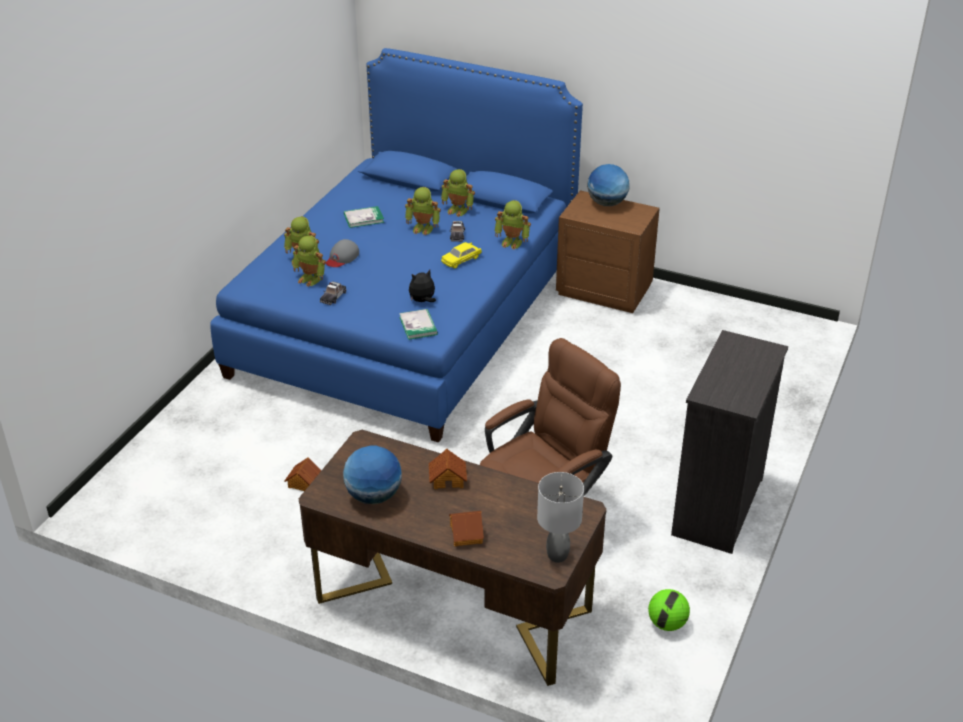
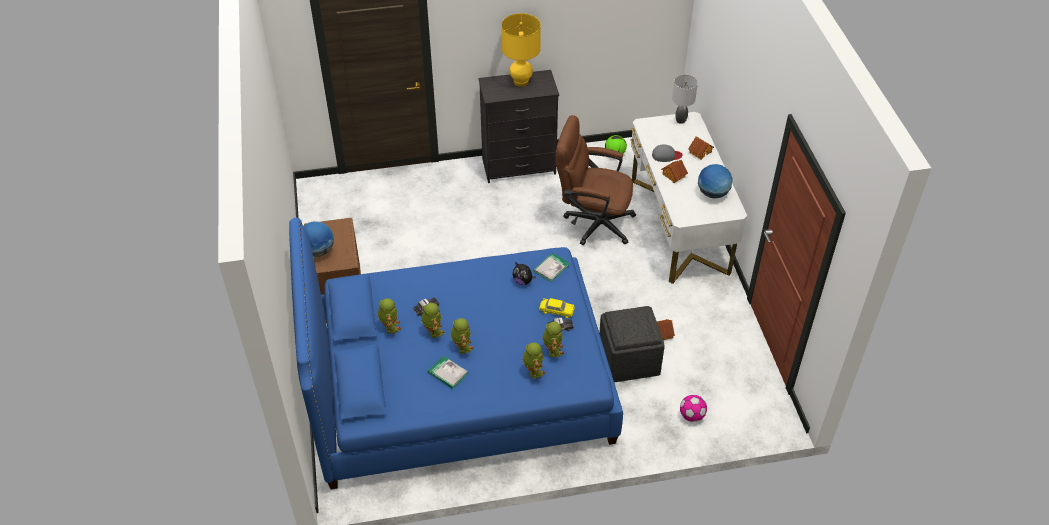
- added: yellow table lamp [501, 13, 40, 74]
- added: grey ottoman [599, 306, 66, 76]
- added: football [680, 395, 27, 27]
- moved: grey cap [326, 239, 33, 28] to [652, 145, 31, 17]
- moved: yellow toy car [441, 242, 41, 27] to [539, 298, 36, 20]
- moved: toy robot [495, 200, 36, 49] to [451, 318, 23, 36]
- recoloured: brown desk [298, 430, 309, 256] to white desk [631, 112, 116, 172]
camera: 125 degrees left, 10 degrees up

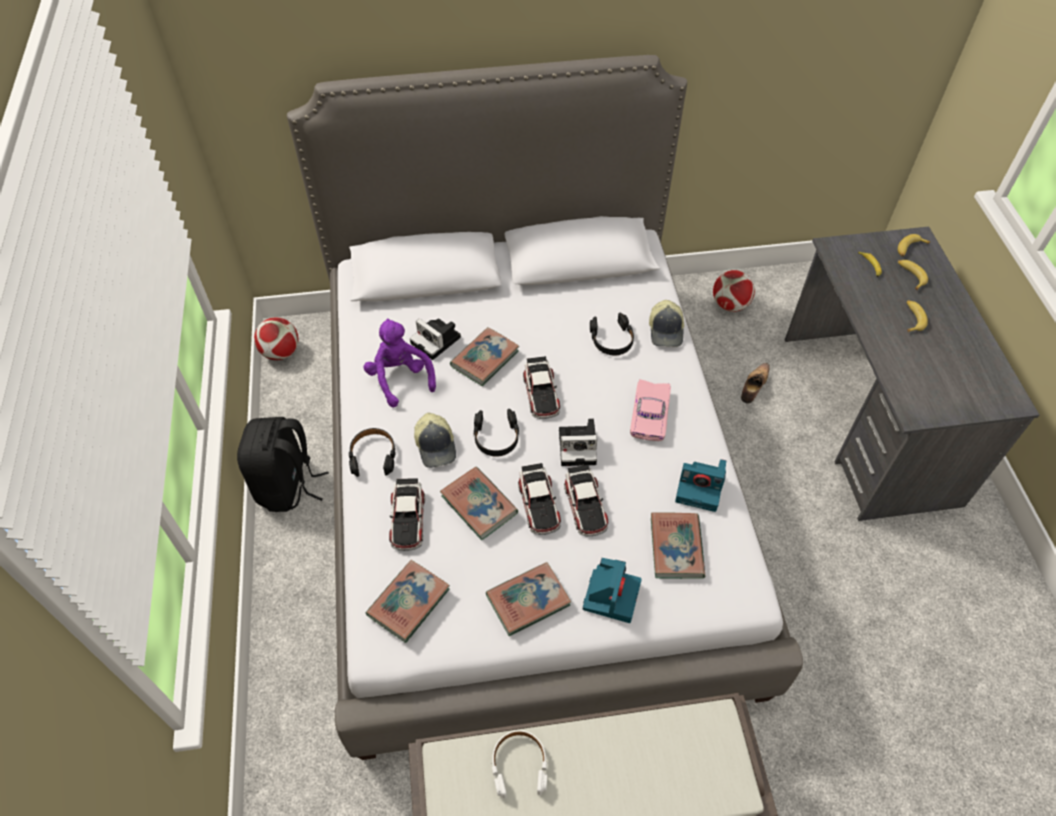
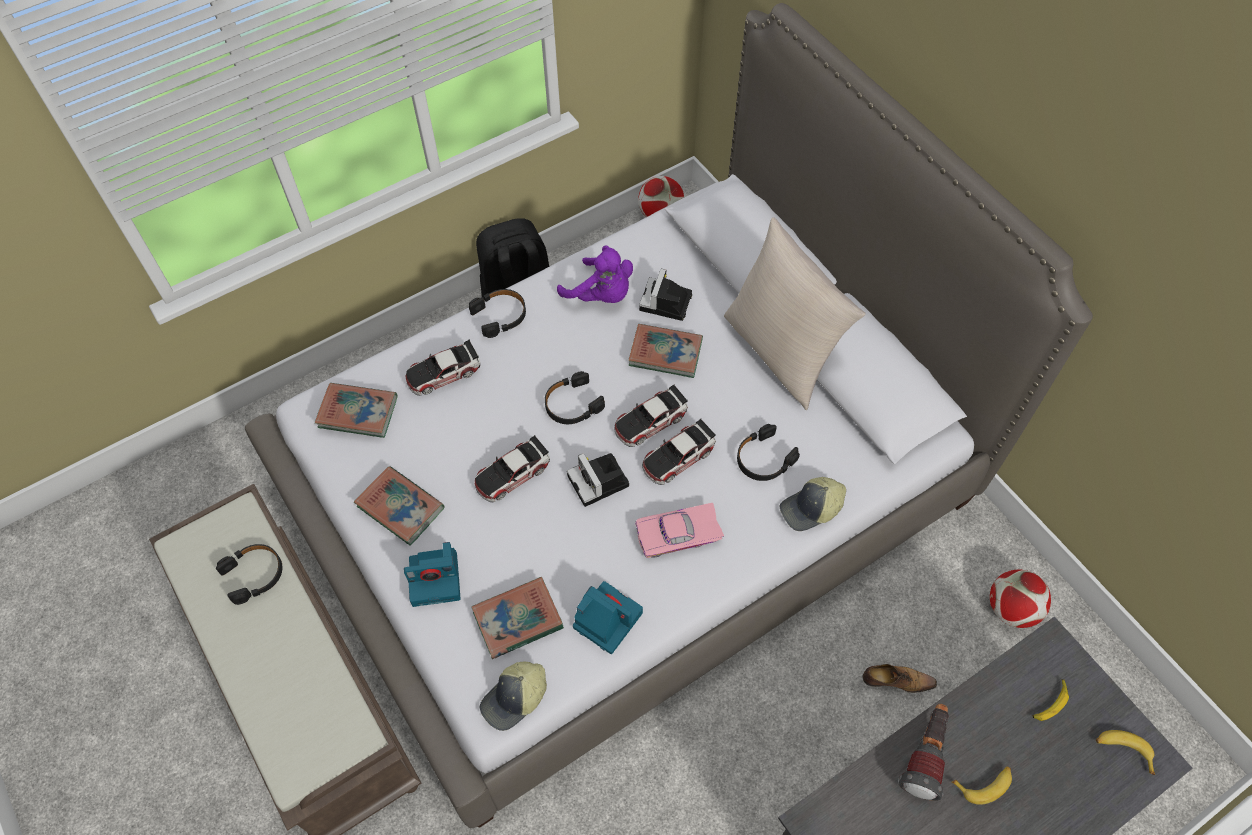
- removed: book [440, 467, 78, 73]
- removed: banana [898, 260, 30, 30]
- added: beige pillow [724, 217, 142, 193]
- added: flashlight [898, 703, 51, 98]
- moved: cap [414, 413, 42, 55] to [480, 662, 67, 69]
- moved: toy car [564, 465, 44, 72] to [642, 419, 74, 66]
- recoloured: white headphones [492, 730, 55, 68] to black headphones [216, 544, 67, 61]
- turned: purple plush toy [364, 318, 72, 89] = [557, 245, 76, 58] 90 degrees clockwise
- turned: photo camera [675, 459, 51, 53] = [573, 581, 70, 73] 135 degrees clockwise
camera: 65 degrees right, 5 degrees up

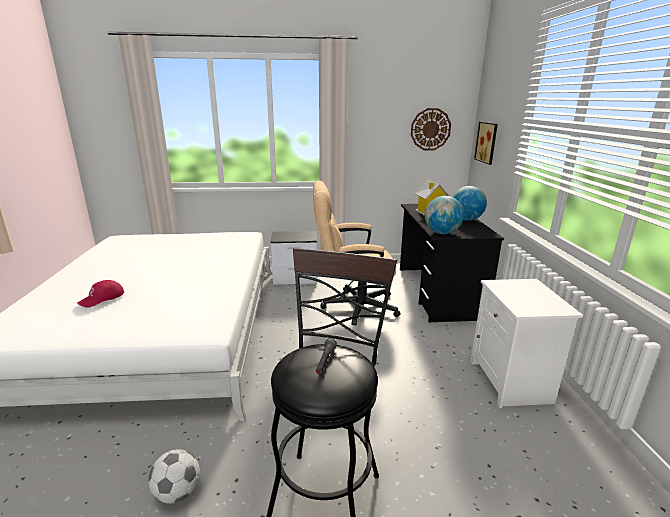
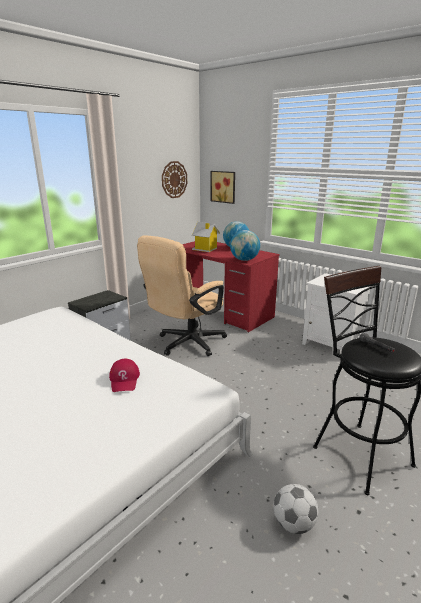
- moved: red cap [77, 280, 47, 28] to [109, 359, 31, 33]
- recoloured: black desk [400, 204, 104, 119] to red desk [182, 241, 98, 92]
camera: 45 degrees left, 0 degrees up

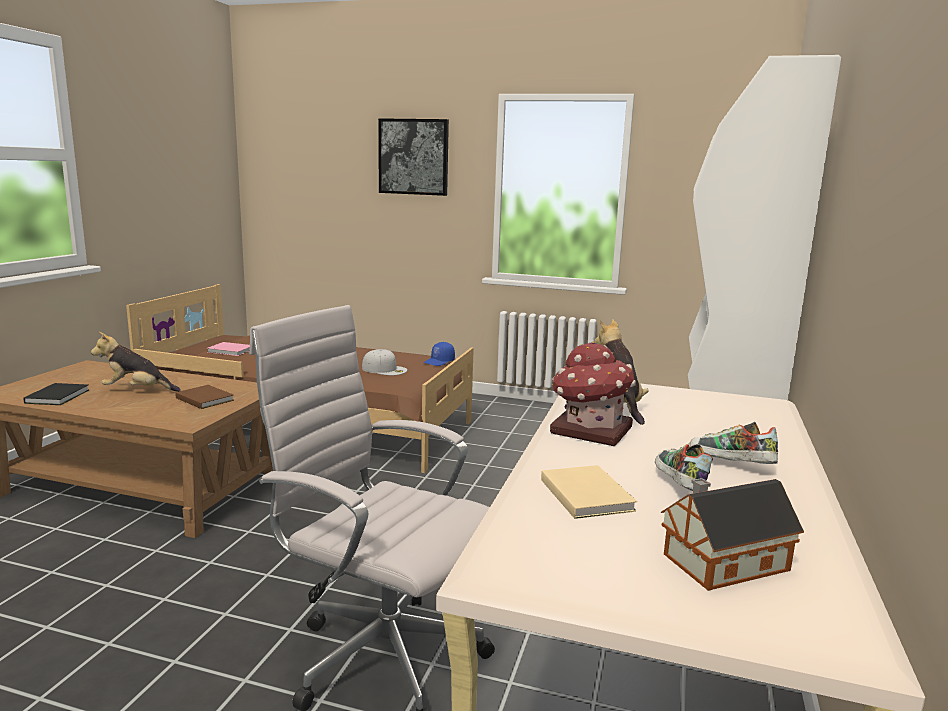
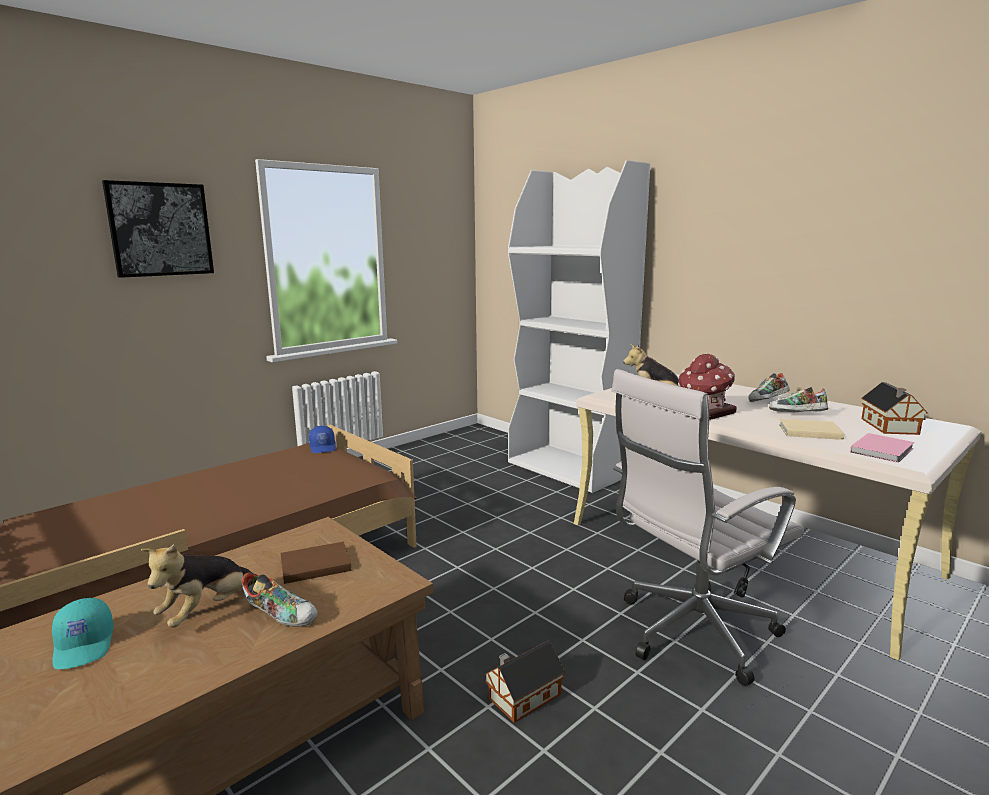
- removed: black book [23, 383, 66, 22]
- removed: white cap [362, 349, 45, 26]
- added: turquoise cap [52, 598, 62, 71]
- added: shoe [241, 572, 77, 55]
- added: toy house [484, 641, 81, 82]
- moved: pink book [207, 342, 43, 14] to [850, 433, 64, 30]
camera: 60 degrees left, 0 degrees up

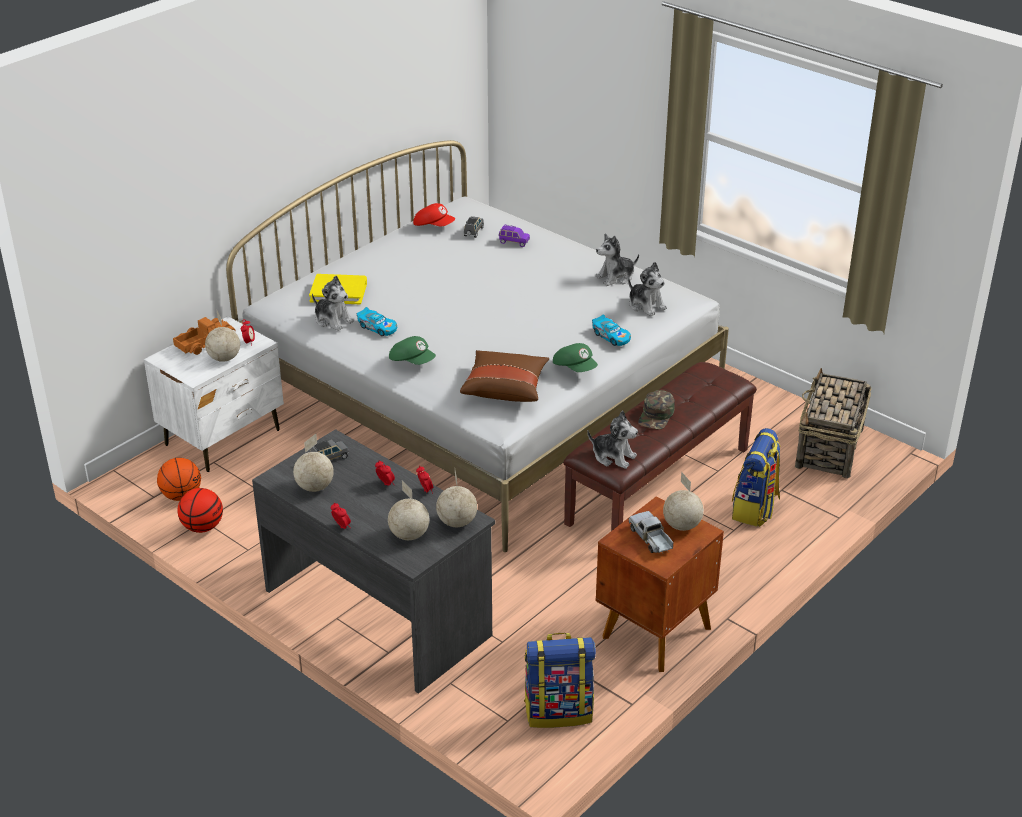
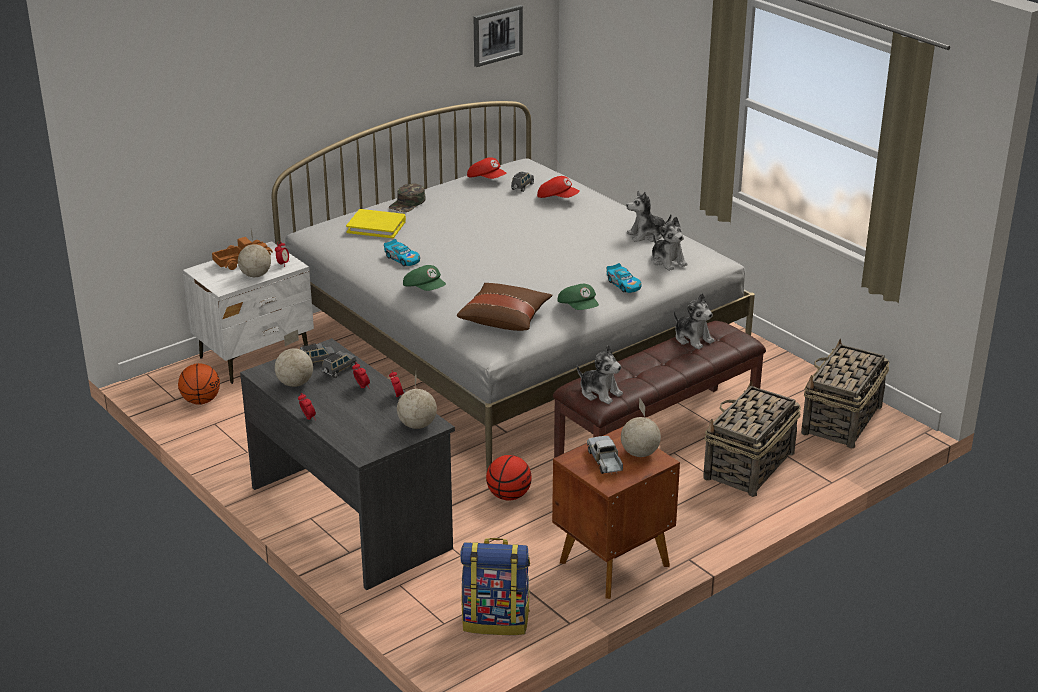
- removed: globe [388, 481, 41, 59]
- added: grey toy car [322, 351, 35, 27]
- added: picture [474, 5, 49, 62]
- moved: basketball [177, 488, 46, 45] to [486, 455, 46, 46]
- moved: plush toy [312, 275, 42, 56] to [674, 294, 40, 55]
- moved: green cap [638, 390, 37, 40] to [389, 183, 37, 29]
- replaced: purple toy car [499, 225, 31, 22] to red cap [537, 176, 43, 22]
- replaced: backpack [732, 428, 49, 99] to basket [703, 380, 98, 117]
camera: 10 degrees right, 5 degrees down

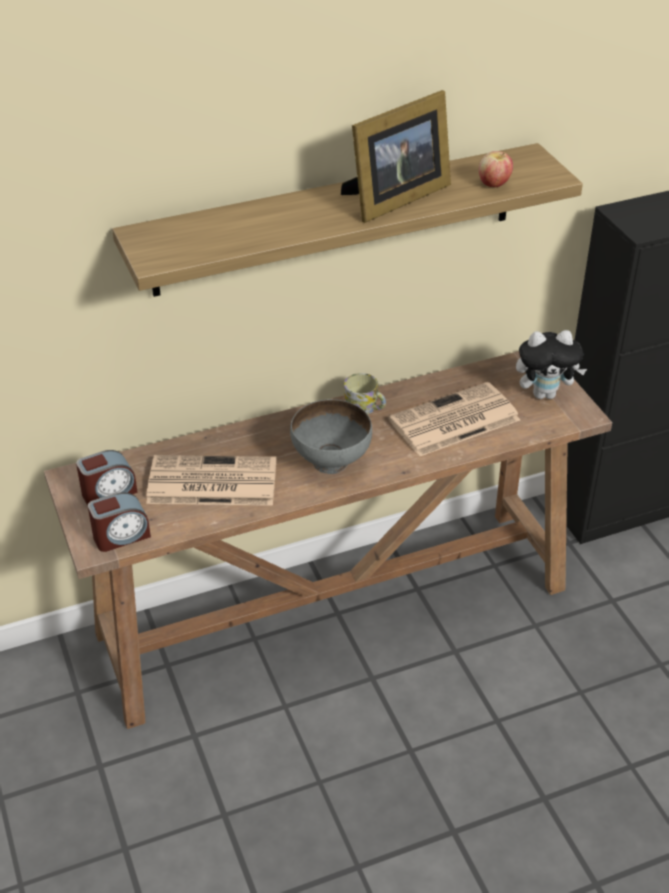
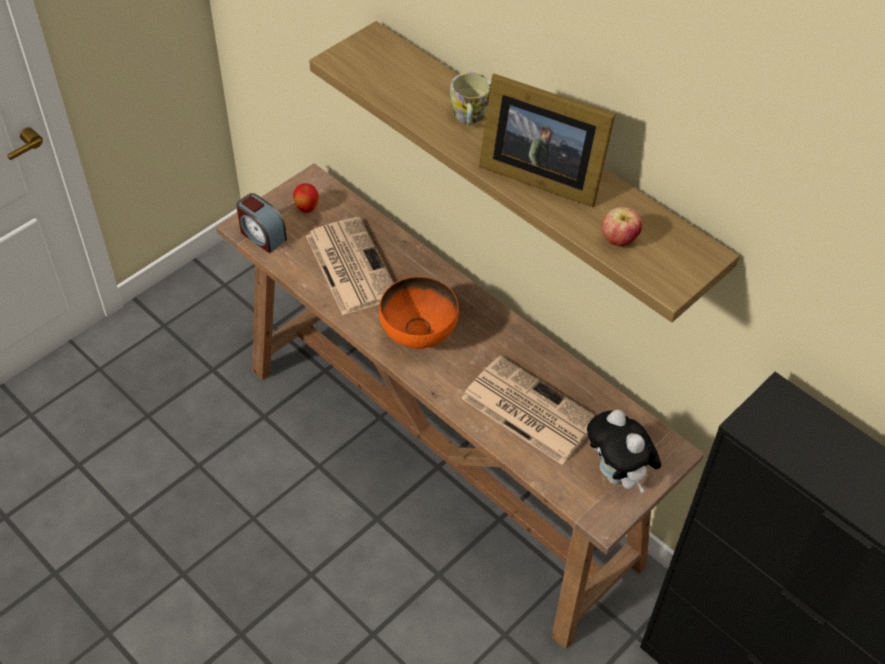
- moved: mug [344, 373, 42, 41] to [450, 72, 41, 53]
- replaced: alarm clock [76, 450, 62, 55] to apple [293, 183, 26, 30]
- recoloured: grey bowl [290, 399, 82, 75] to orange bowl [379, 277, 80, 72]
camera: 65 degrees right, 10 degrees up

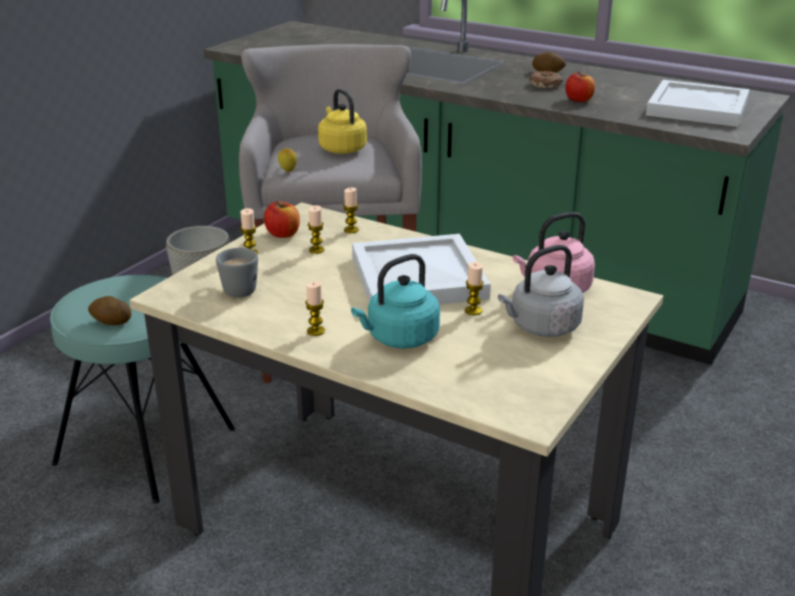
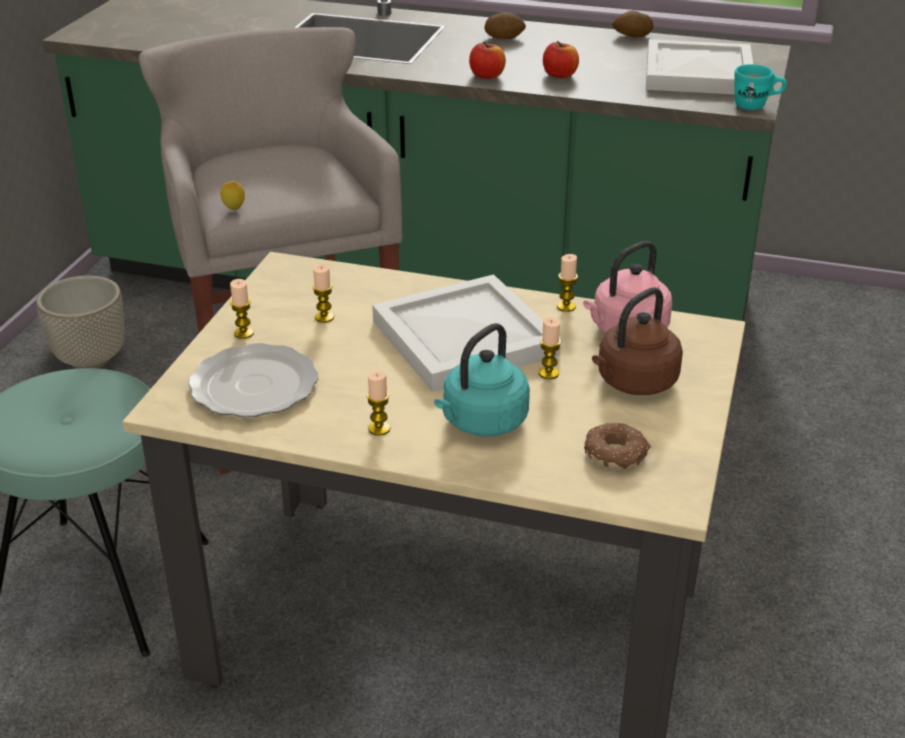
- removed: yellow kettle [318, 89, 49, 65]
- added: turquoise mug [735, 64, 52, 46]
- moved: potato [88, 296, 43, 29] to [612, 10, 41, 28]
- moved: apple [264, 201, 36, 37] to [469, 42, 37, 37]
- moved: candle [343, 187, 16, 46] to [557, 254, 21, 58]
- moved: donut [529, 71, 34, 17] to [584, 422, 67, 47]
- replaced: grey mug [216, 248, 42, 50] to plate [188, 343, 131, 74]
- recoloured: grey kettle [498, 245, 86, 92] to brown kettle [592, 287, 91, 108]
camera: 15 degrees left, 5 degrees up

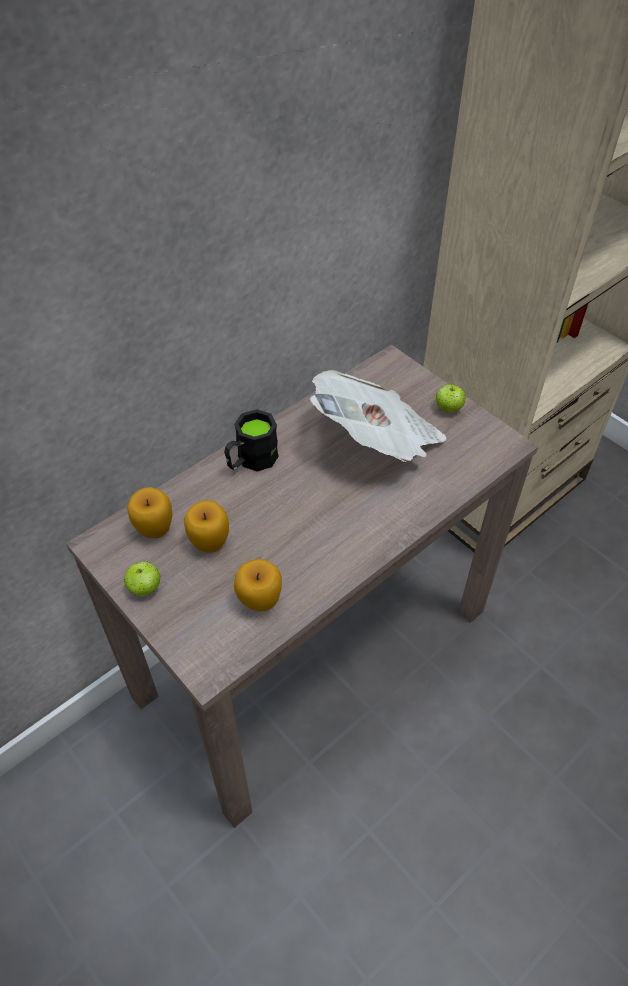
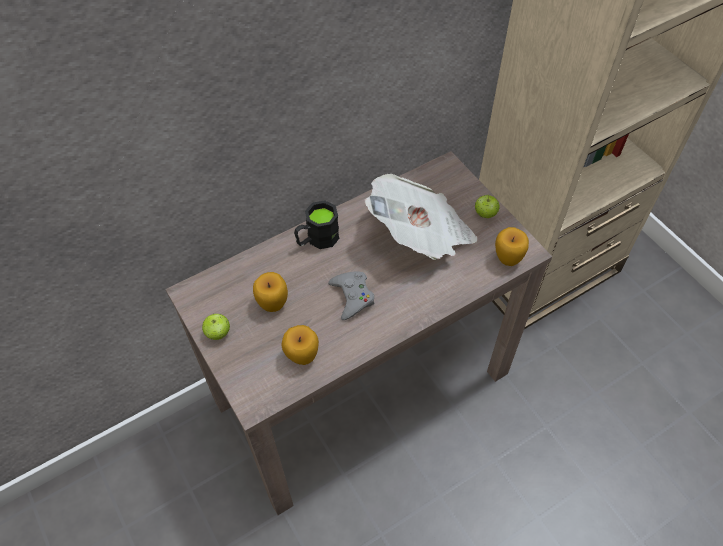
- added: grey game controller [328, 271, 47, 49]
- moved: apple [127, 487, 45, 51] to [495, 227, 34, 39]
camera: 10 degrees right, 5 degrees up

